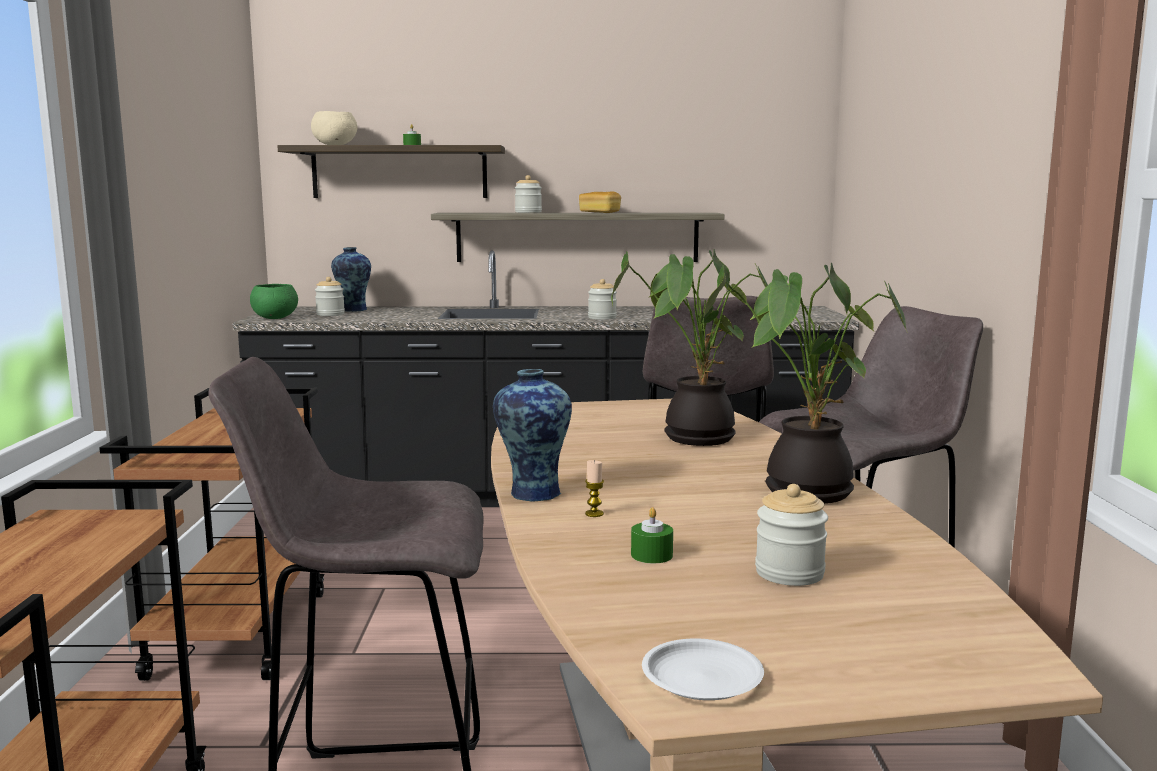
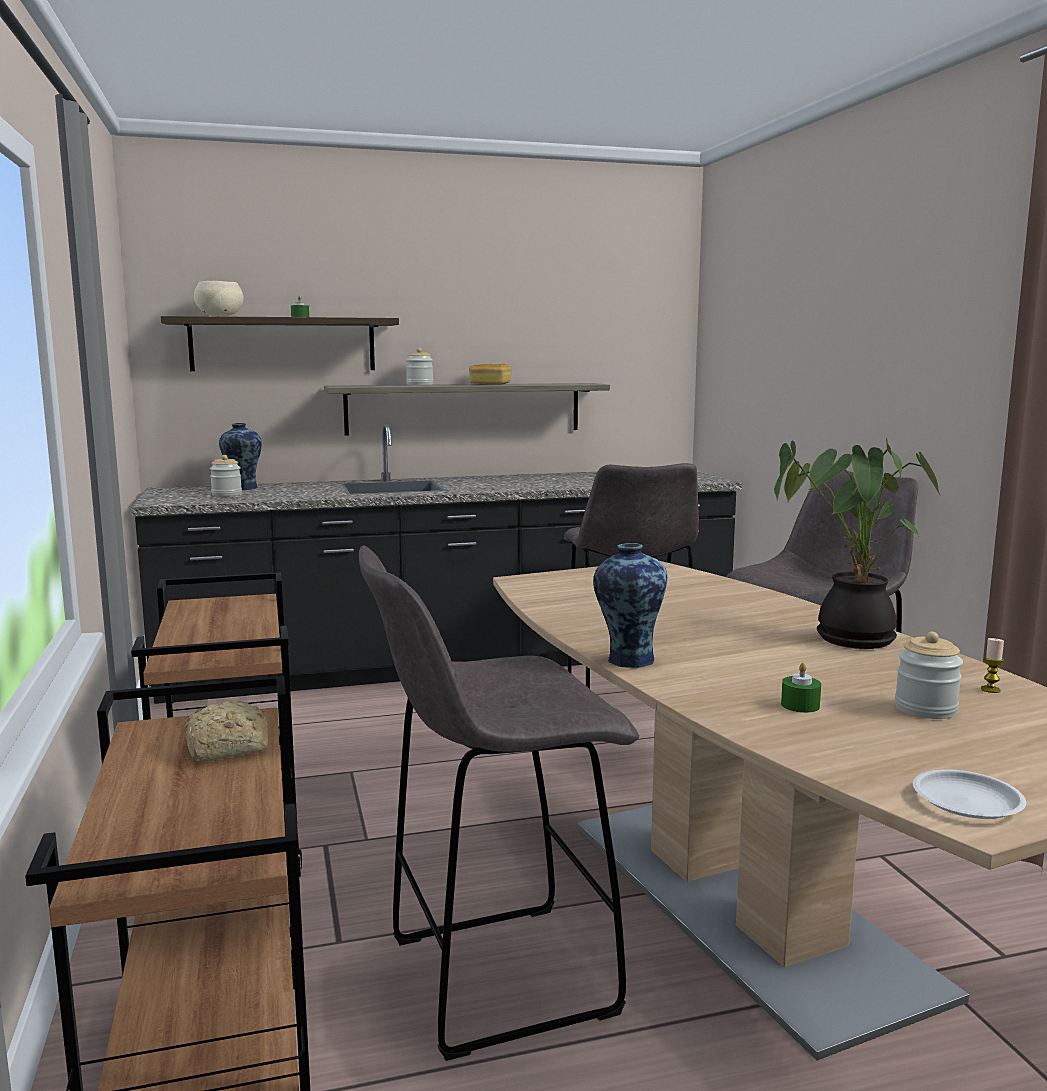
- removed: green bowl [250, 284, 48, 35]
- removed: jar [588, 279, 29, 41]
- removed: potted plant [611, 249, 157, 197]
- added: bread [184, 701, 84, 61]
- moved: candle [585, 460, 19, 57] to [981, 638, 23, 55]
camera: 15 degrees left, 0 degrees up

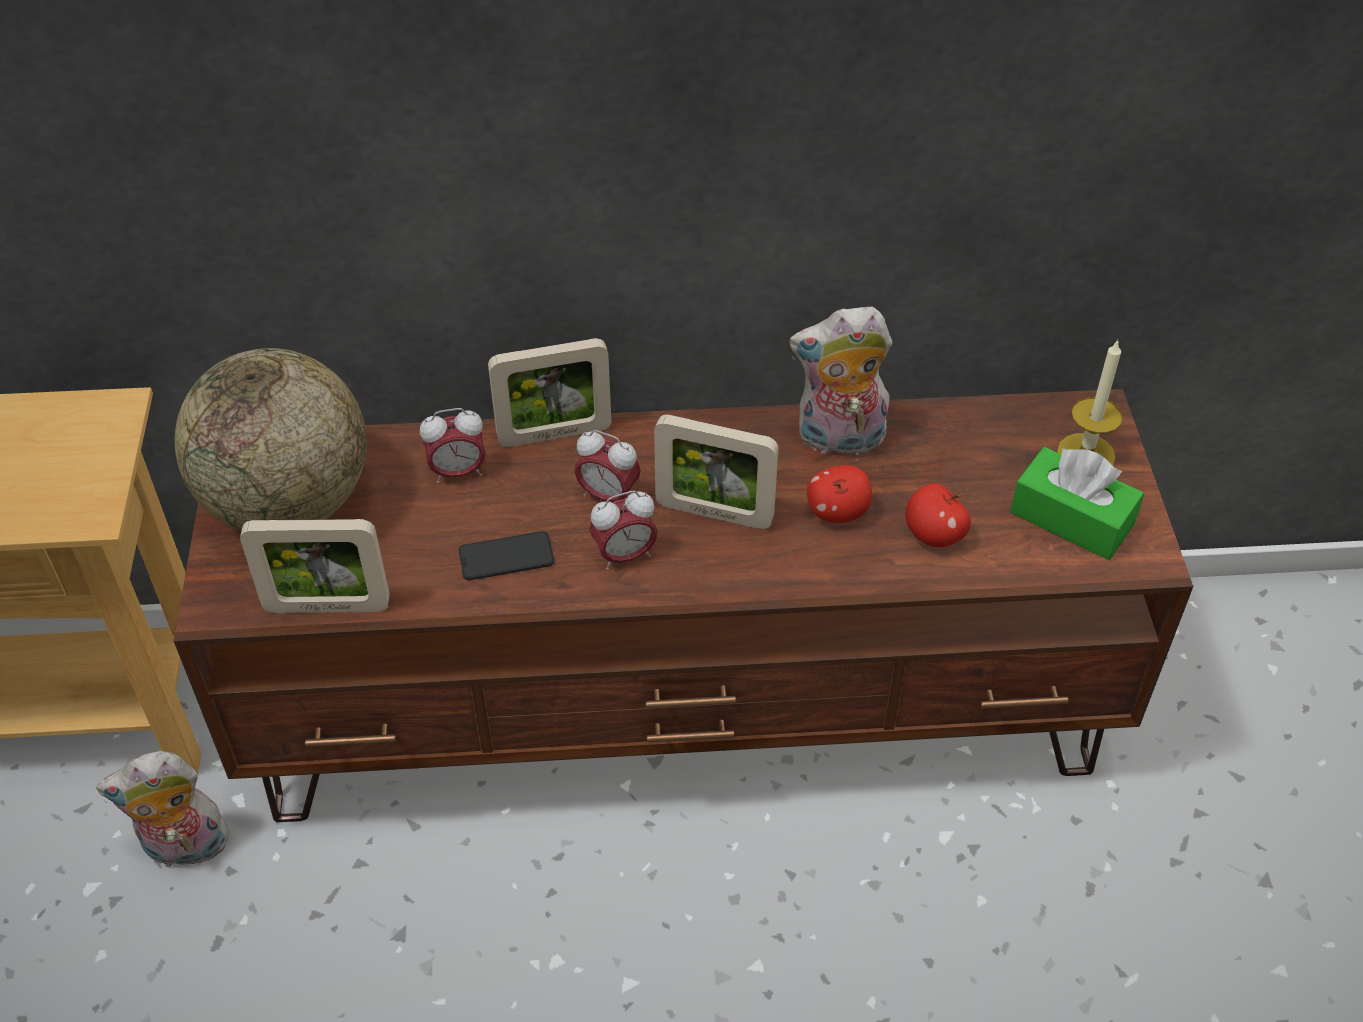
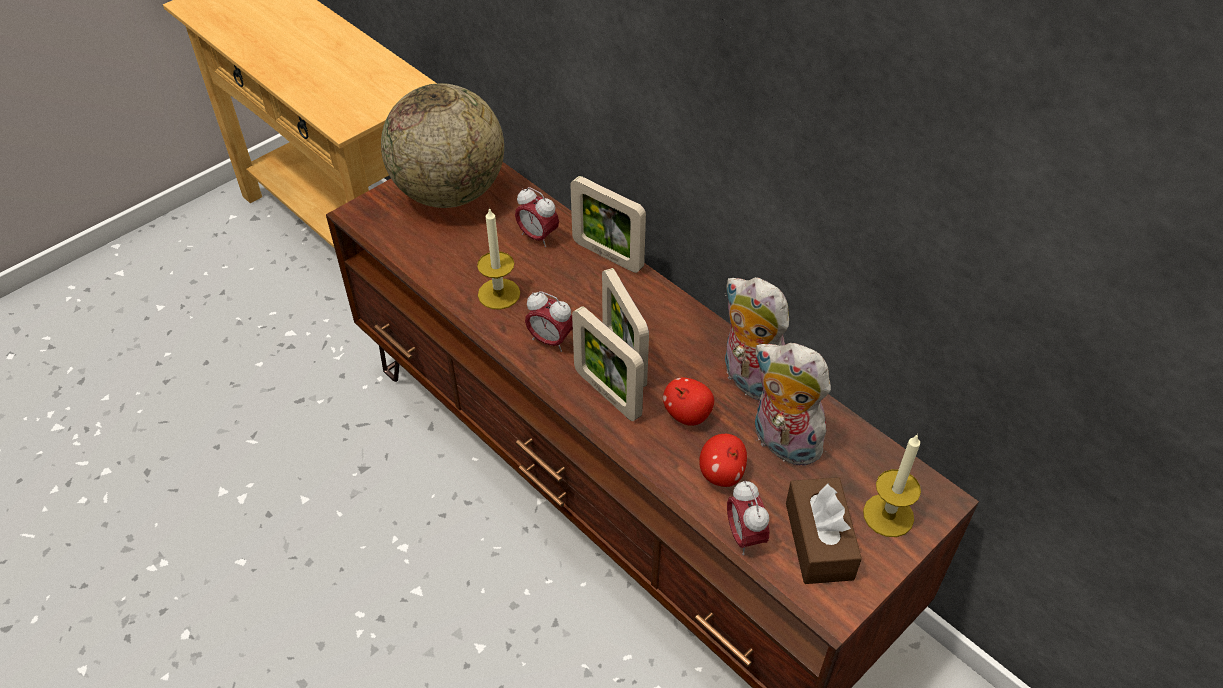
- moved: plush toy [96, 751, 138, 119] to [754, 343, 77, 123]
- moved: picture frame [240, 519, 150, 94] to [572, 306, 72, 115]
- moved: alarm clock [574, 430, 67, 72] to [727, 480, 43, 75]
- replaced: phone [458, 531, 96, 49] to candle [477, 207, 43, 103]
- recoloured: green tissue box [1010, 447, 134, 113] to brown tissue box [786, 477, 76, 107]
camera: 50 degrees right, 0 degrees up

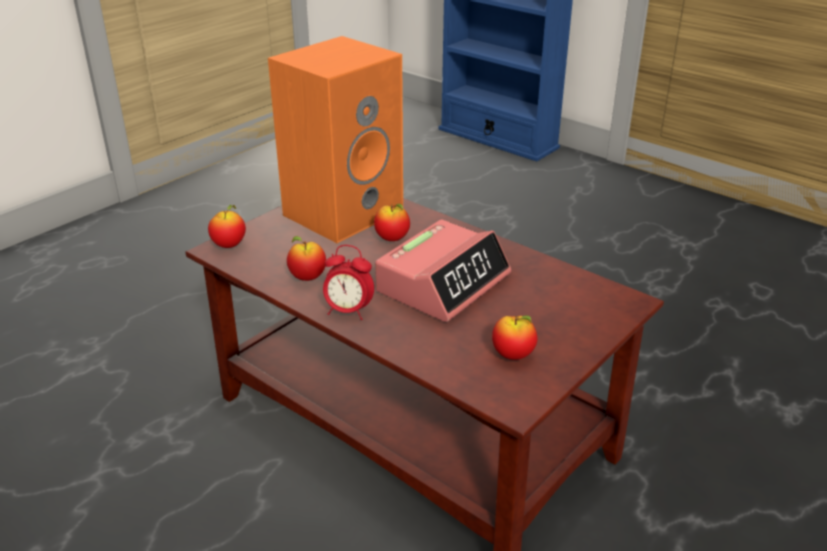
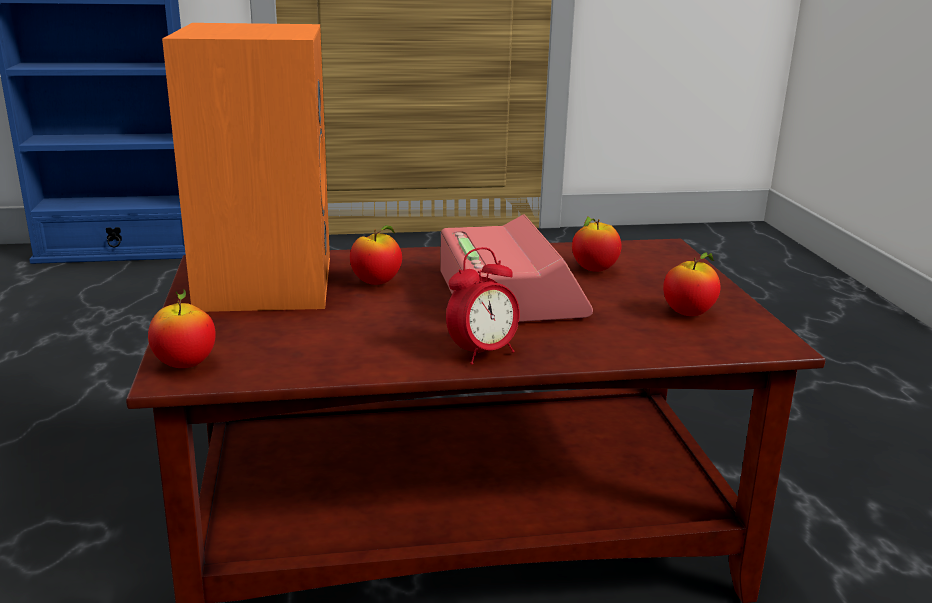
- moved: apple [287, 236, 39, 45] to [572, 216, 50, 56]
camera: 50 degrees left, 10 degrees down

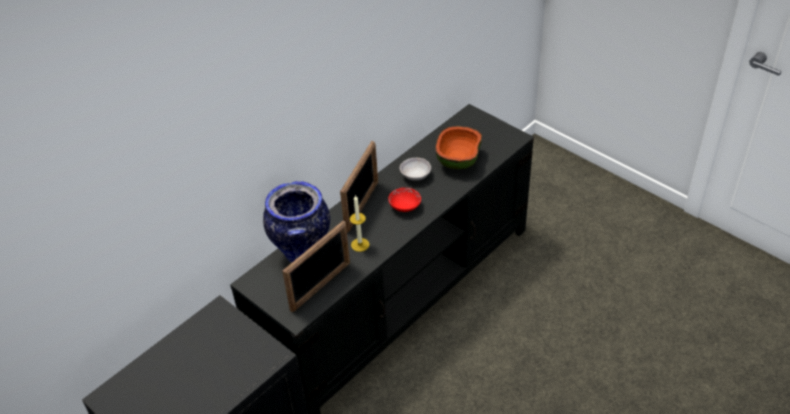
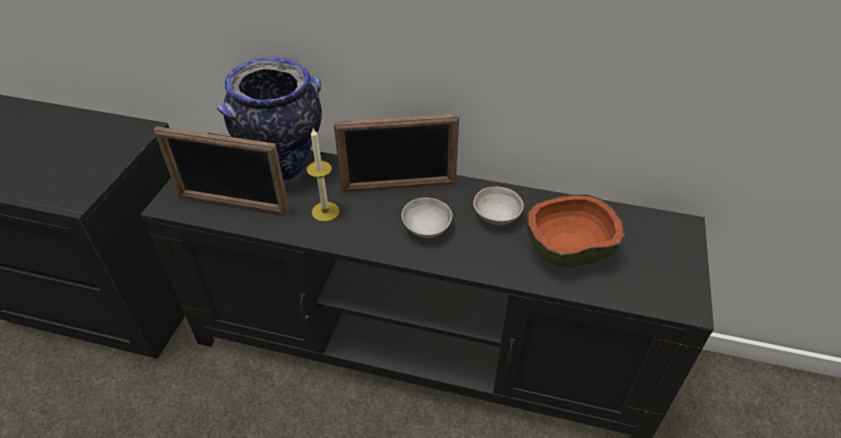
- recoloured: red bowl [388, 188, 33, 24] to grey bowl [401, 198, 51, 40]
camera: 60 degrees right, 0 degrees up

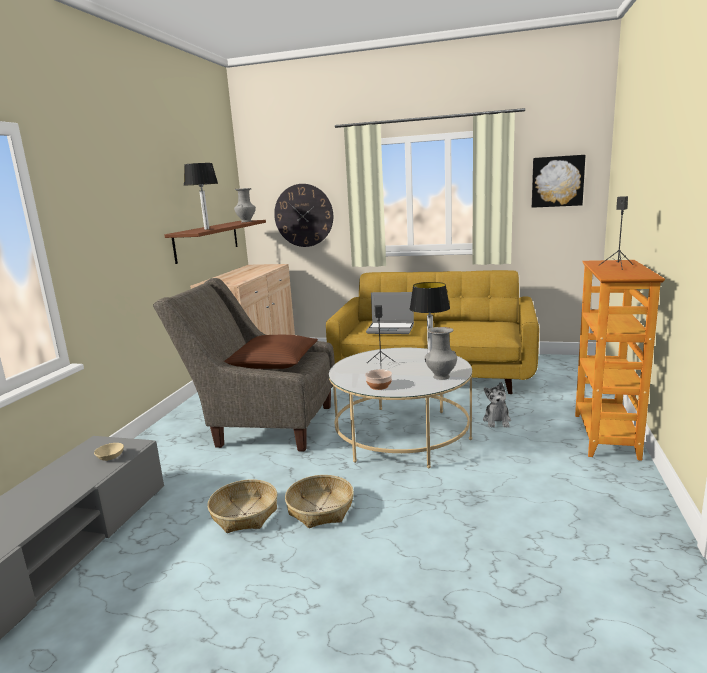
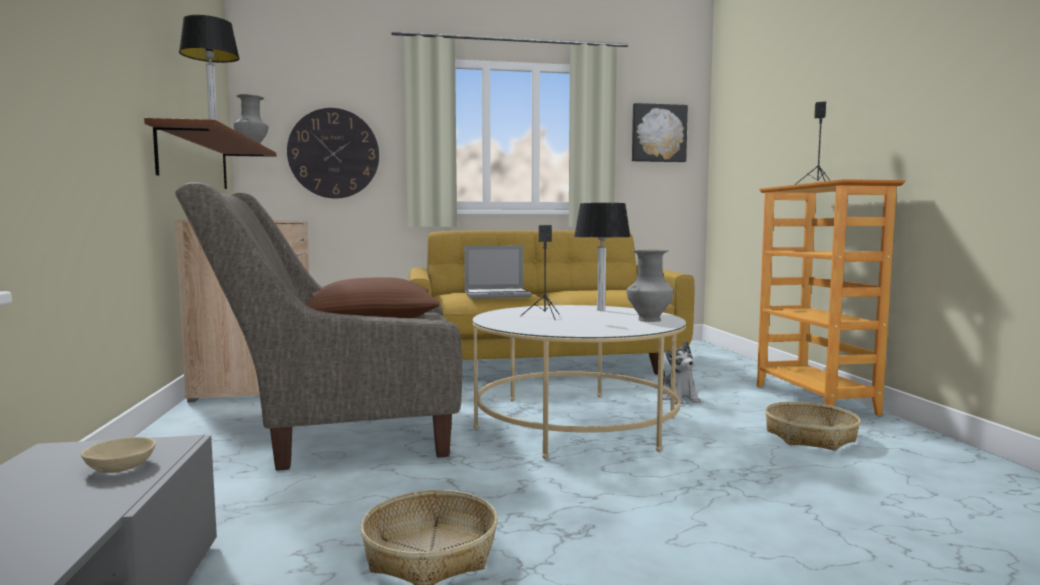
- removed: bowl [365, 369, 27, 21]
- moved: basket [285, 475, 69, 53] to [765, 401, 96, 50]
camera: 25 degrees left, 10 degrees down

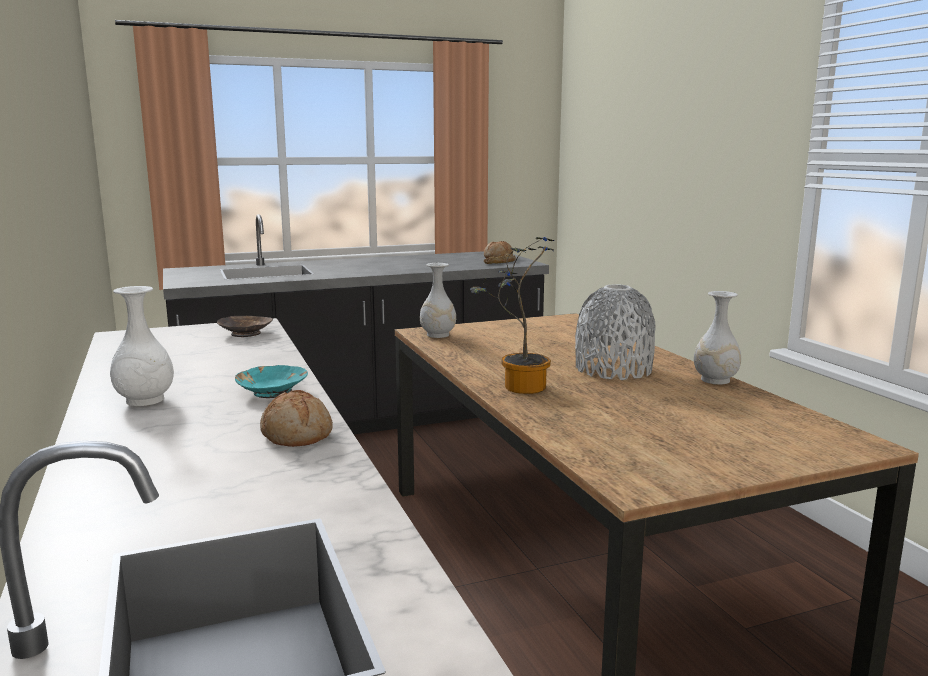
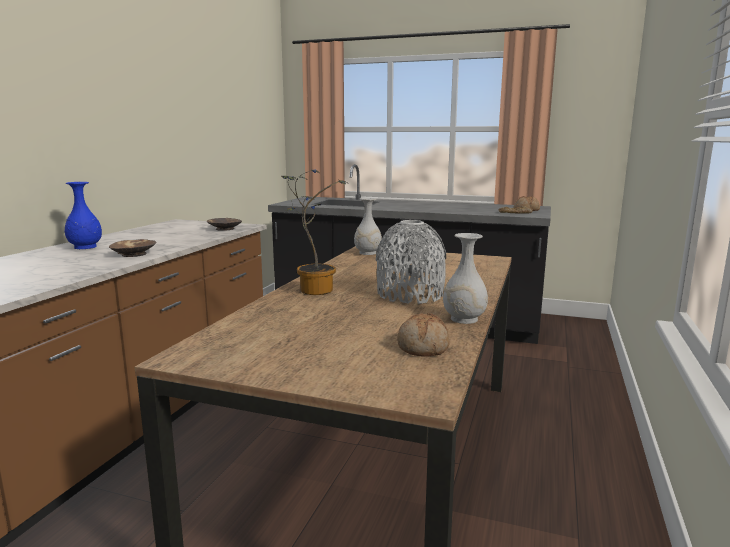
- moved: bread [260, 390, 73, 57] to [397, 313, 52, 44]
- recoloured: white vase [110, 286, 64, 120] to blue vase [65, 182, 37, 67]
- recoloured: turquoise bowl [235, 365, 73, 33] to brown bowl [109, 239, 48, 18]
camera: 40 degrees right, 0 degrees up

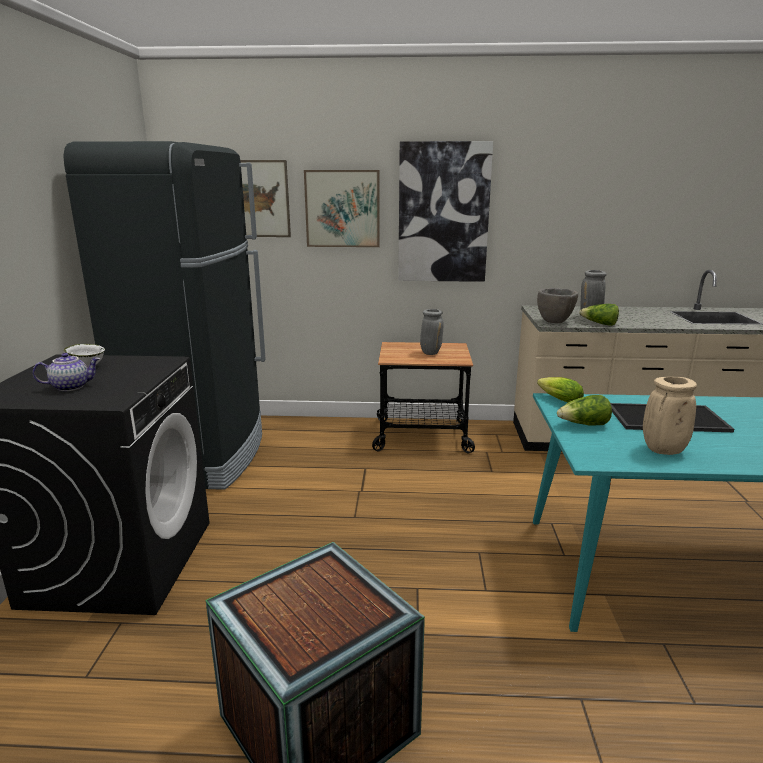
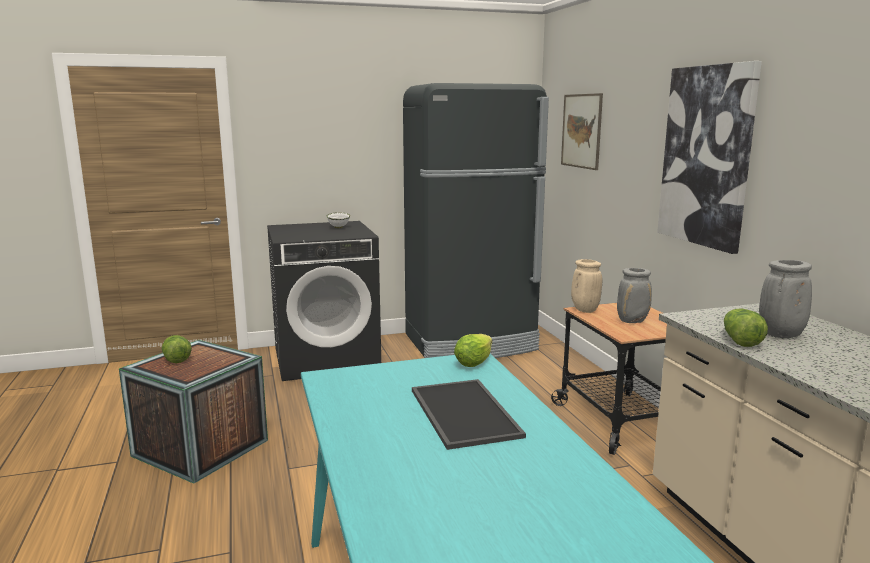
- removed: teapot [33, 353, 67, 38]
- removed: picture [304, 170, 76, 77]
- removed: grey bowl [537, 288, 41, 35]
- moved: lettuce [557, 395, 55, 31] to [162, 335, 30, 28]
- moved: beige vase [643, 377, 54, 78] to [571, 259, 31, 54]
camera: 70 degrees right, 5 degrees down

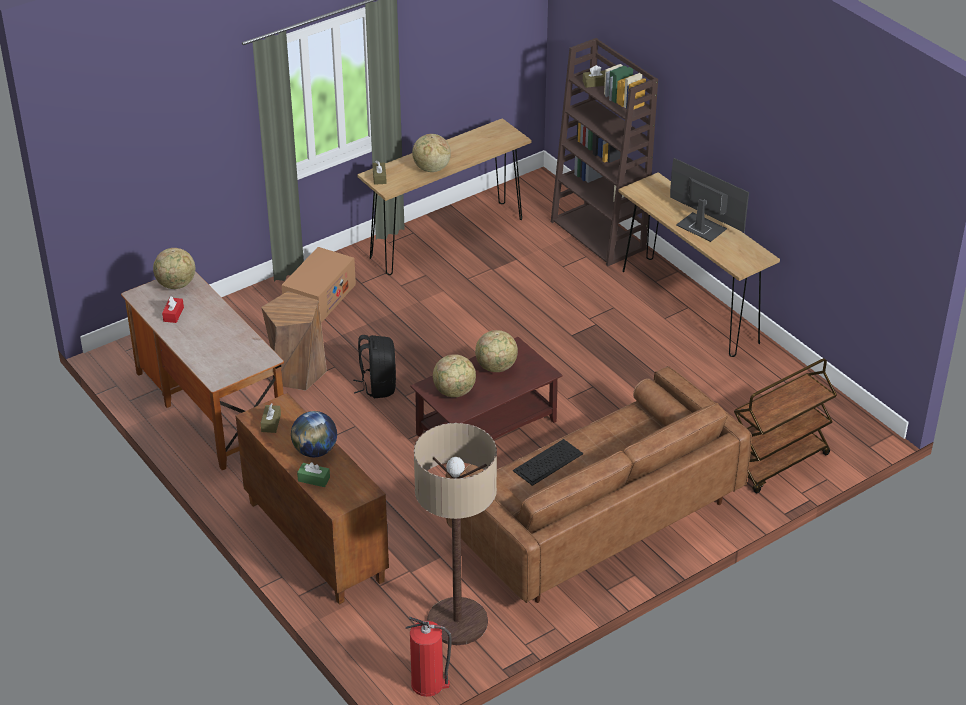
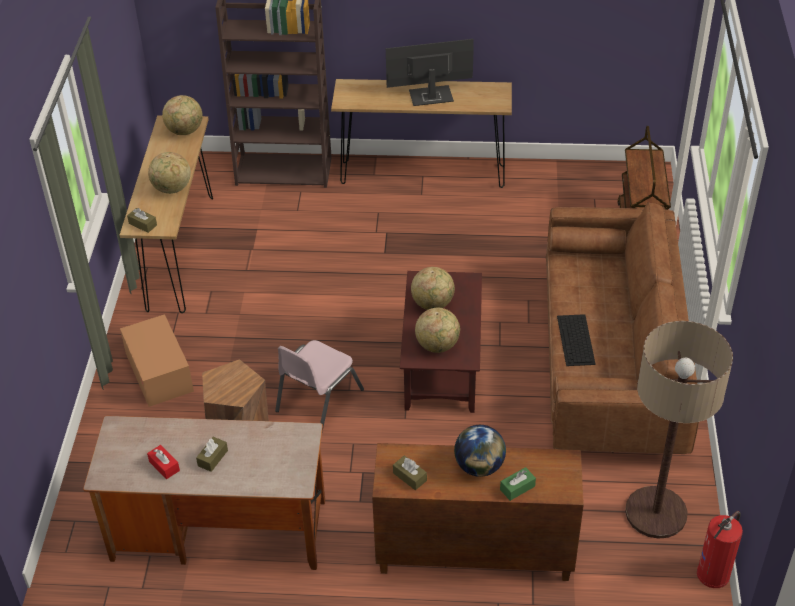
- moved: globe [153, 248, 42, 41] to [162, 95, 41, 40]
- moved: brown tissue box [583, 65, 22, 23] to [196, 437, 32, 35]
- replaced: black backpack [353, 335, 43, 63] to pink chair [275, 340, 89, 92]
camera: 50 degrees left, 5 degrees up

